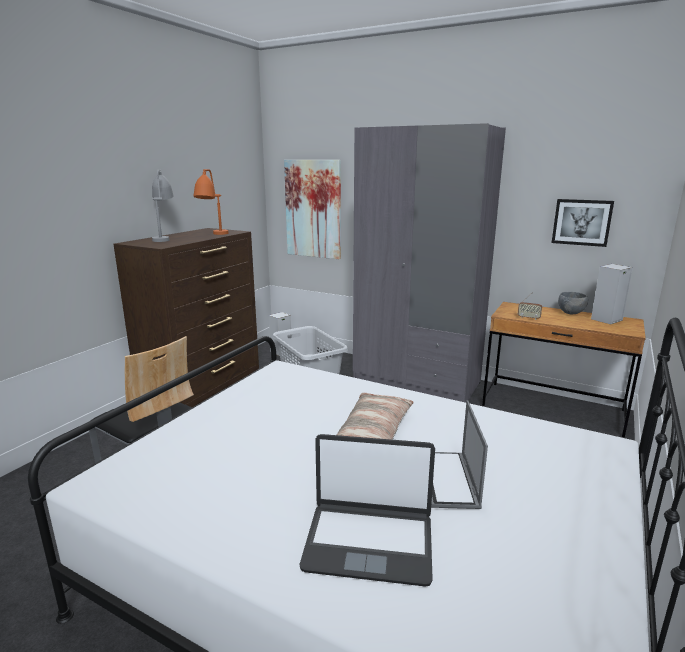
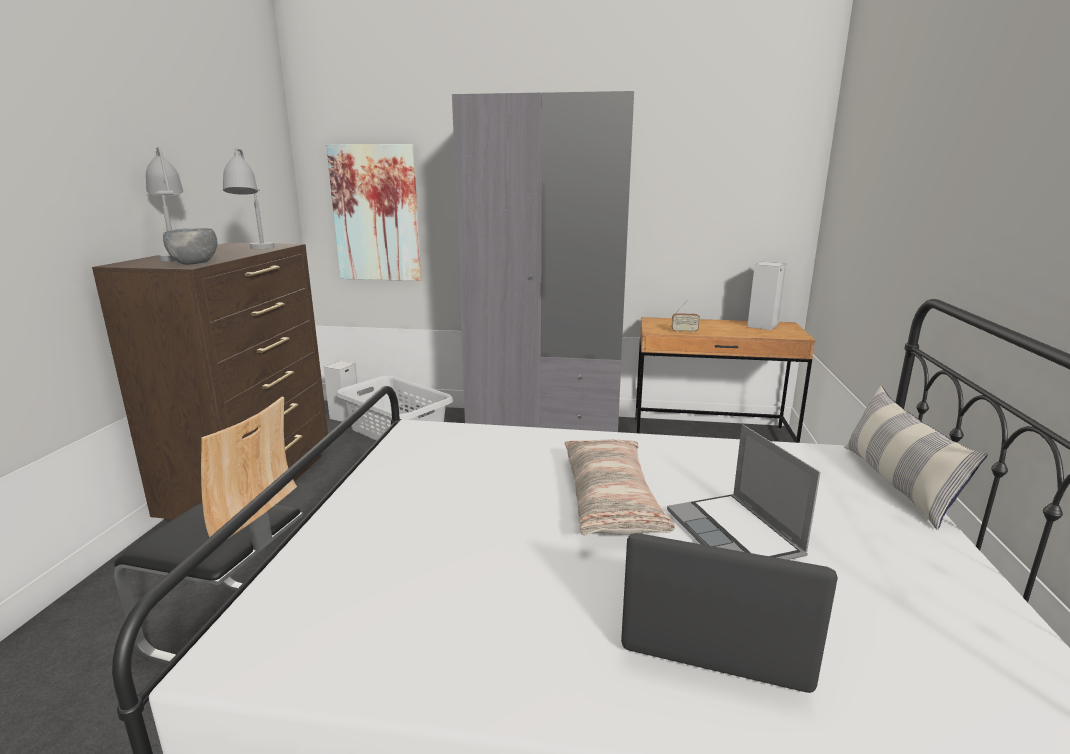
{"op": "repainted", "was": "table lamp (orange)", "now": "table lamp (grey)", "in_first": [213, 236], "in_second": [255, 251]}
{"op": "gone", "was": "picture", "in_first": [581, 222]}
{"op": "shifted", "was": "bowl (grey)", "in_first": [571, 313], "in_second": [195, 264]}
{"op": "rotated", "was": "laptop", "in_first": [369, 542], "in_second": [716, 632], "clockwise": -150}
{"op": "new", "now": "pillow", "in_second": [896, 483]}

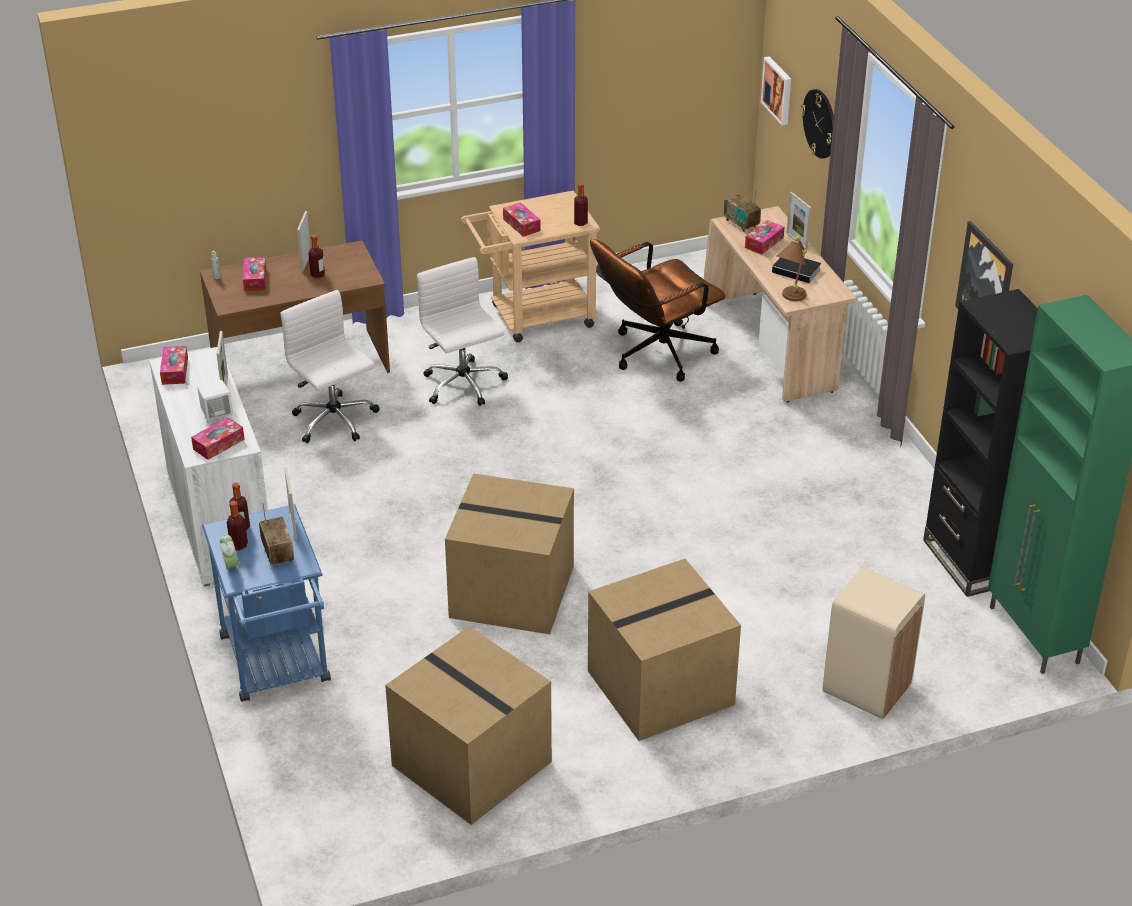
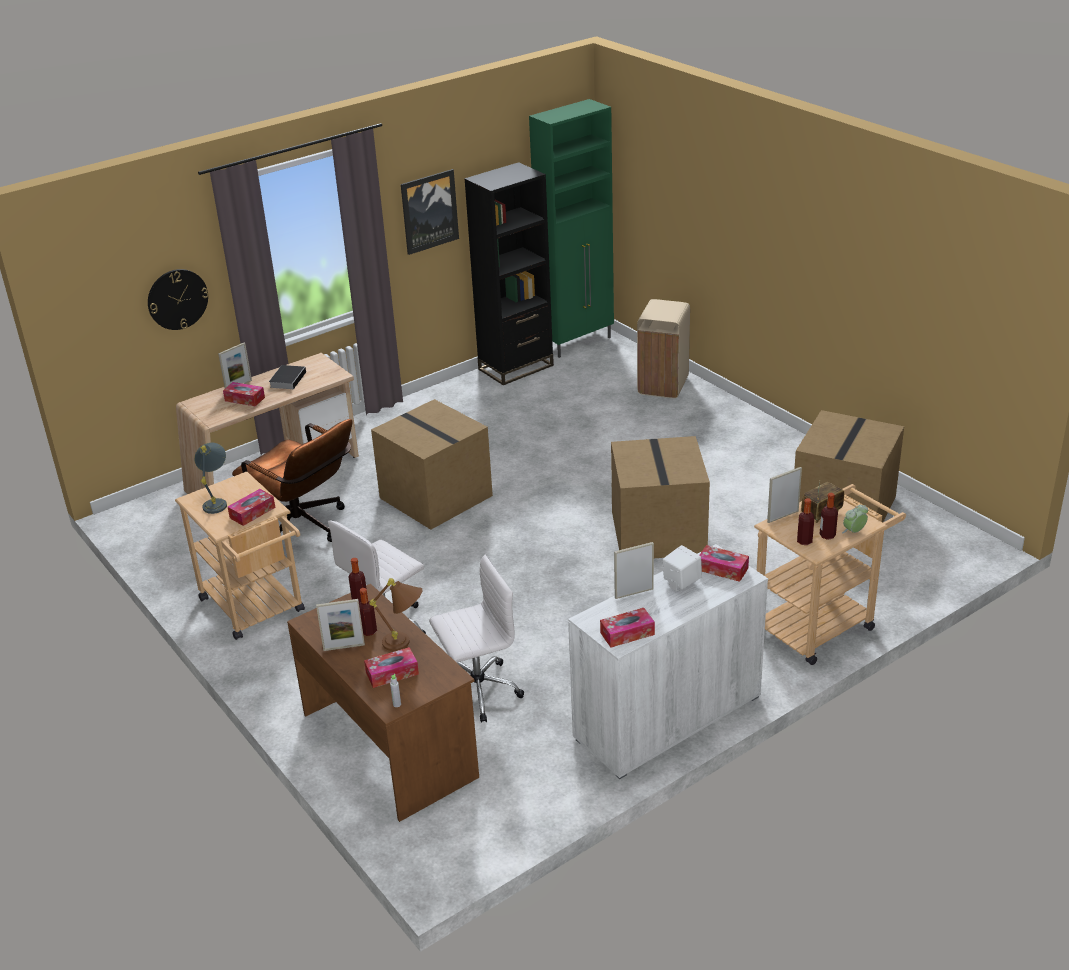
{"op": "gone", "was": "picture", "in_first": [778, 90]}
{"op": "shifted", "was": "bottle", "in_first": [580, 223], "in_second": [360, 600]}
{"op": "gone", "was": "radio", "in_first": [741, 223]}
{"op": "shifted", "was": "table lamp (brown)", "in_first": [790, 299], "in_second": [405, 644]}
{"op": "rotated", "was": "office chair (white)", "in_first": [335, 421], "in_second": [477, 690], "clockwise": -150}
{"op": "repainted", "was": "cart (blue)", "now": "cart (beige)", "in_first": [278, 666], "in_second": [821, 623]}
{"op": "shifted", "was": "cardboard box", "in_first": [659, 689], "in_second": [437, 497]}
{"op": "new", "now": "table lamp (grey)", "in_second": [217, 501]}

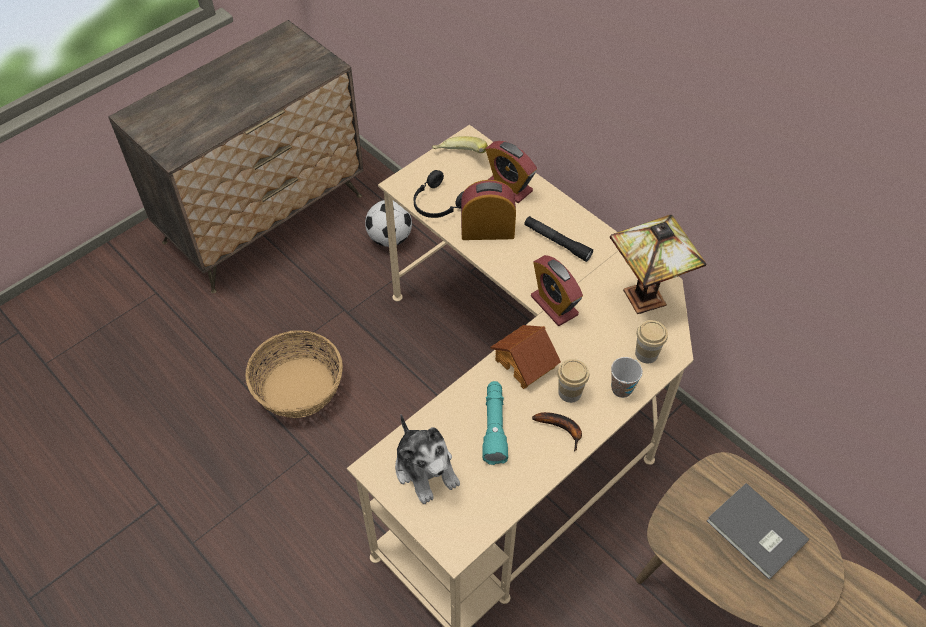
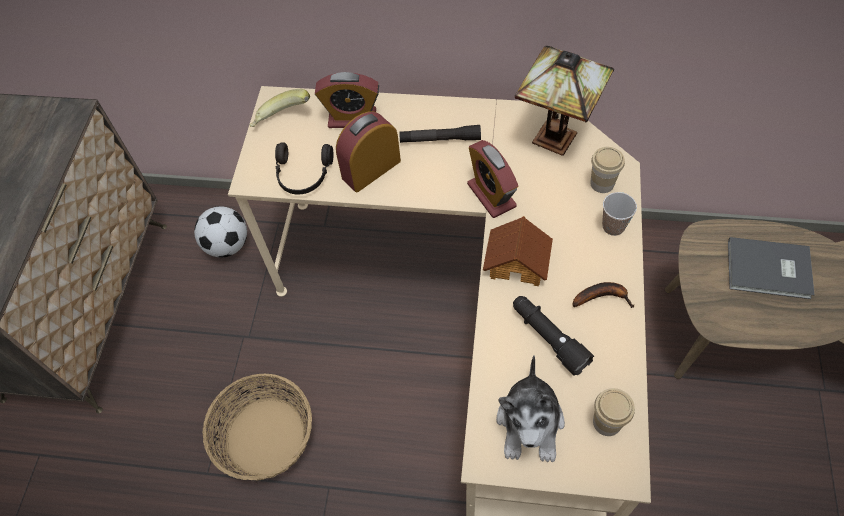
{"op": "rotated", "was": "alarm clock", "in_first": [554, 305], "in_second": [491, 195], "clockwise": 45}
{"op": "shifted", "was": "cup", "in_first": [570, 392], "in_second": [607, 422]}
{"op": "repainted", "was": "flashlight (turquoise)", "now": "flashlight (black)", "in_first": [494, 426], "in_second": [548, 338]}
{"op": "rotated", "was": "plush toy", "in_first": [426, 469], "in_second": [530, 423], "clockwise": 75}

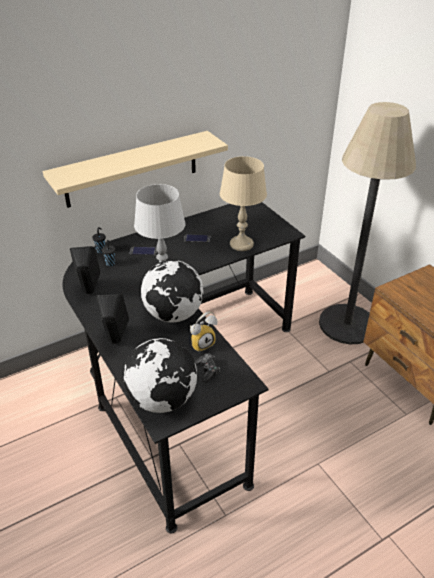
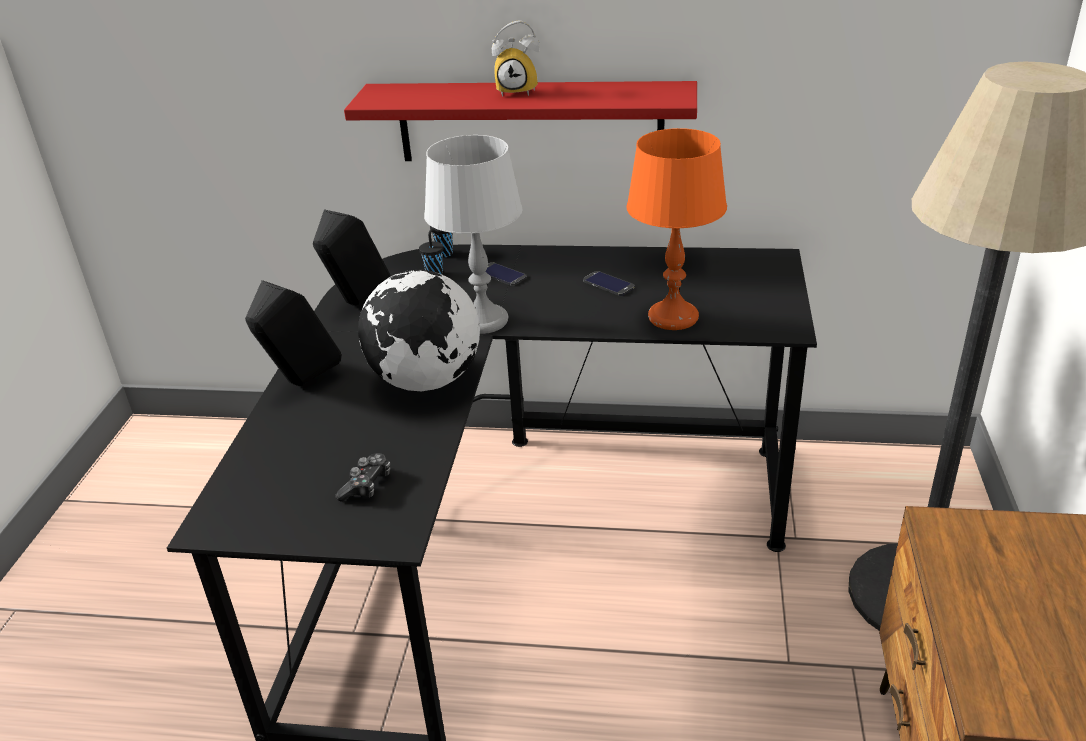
{"op": "repainted", "was": "shelf (beige)", "now": "shelf (red)", "in_first": [132, 169], "in_second": [530, 122]}
{"op": "repainted", "was": "table lamp (beige)", "now": "table lamp (orange)", "in_first": [241, 244], "in_second": [672, 317]}
{"op": "shifted", "was": "alarm clock", "in_first": [202, 343], "in_second": [519, 91]}
{"op": "gone", "was": "globe", "in_first": [163, 399]}

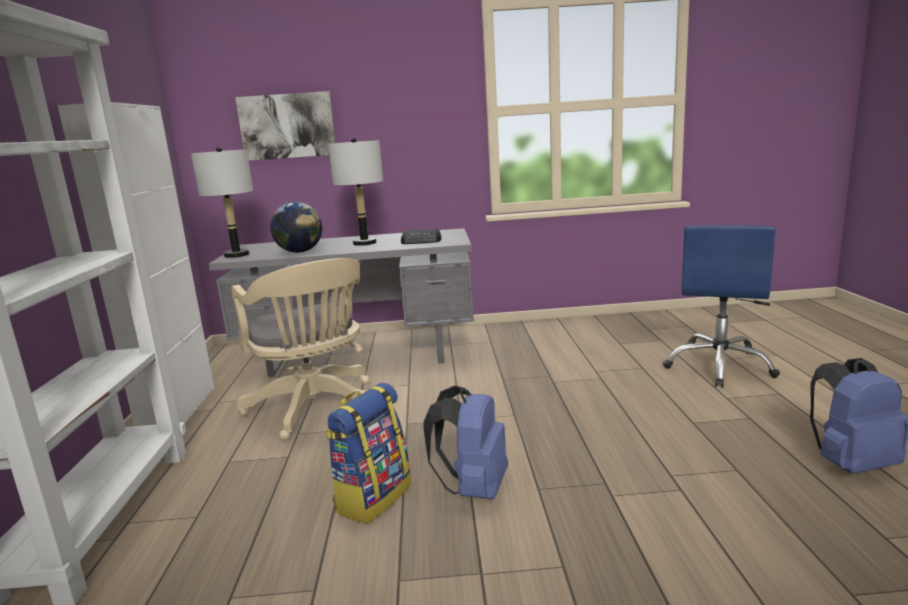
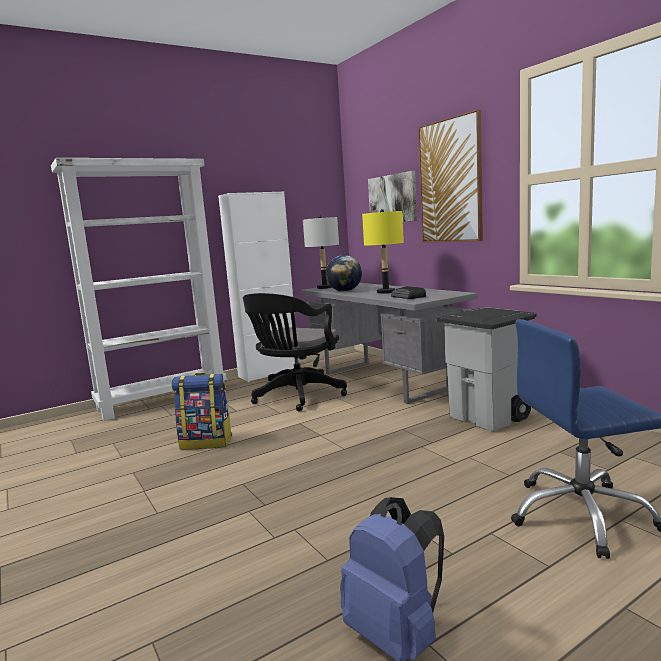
{"op": "repainted", "was": "table lamp (grey)", "now": "table lamp (yellow)", "in_first": [364, 243], "in_second": [386, 292]}
{"op": "repainted", "was": "office chair (beige)", "now": "office chair (black)", "in_first": [315, 409], "in_second": [296, 397]}
{"op": "gone", "was": "backpack (blue)", "in_first": [473, 489]}
{"op": "new", "now": "picture", "in_second": [451, 181]}
{"op": "new", "now": "trash can (grey)", "in_second": [489, 417]}

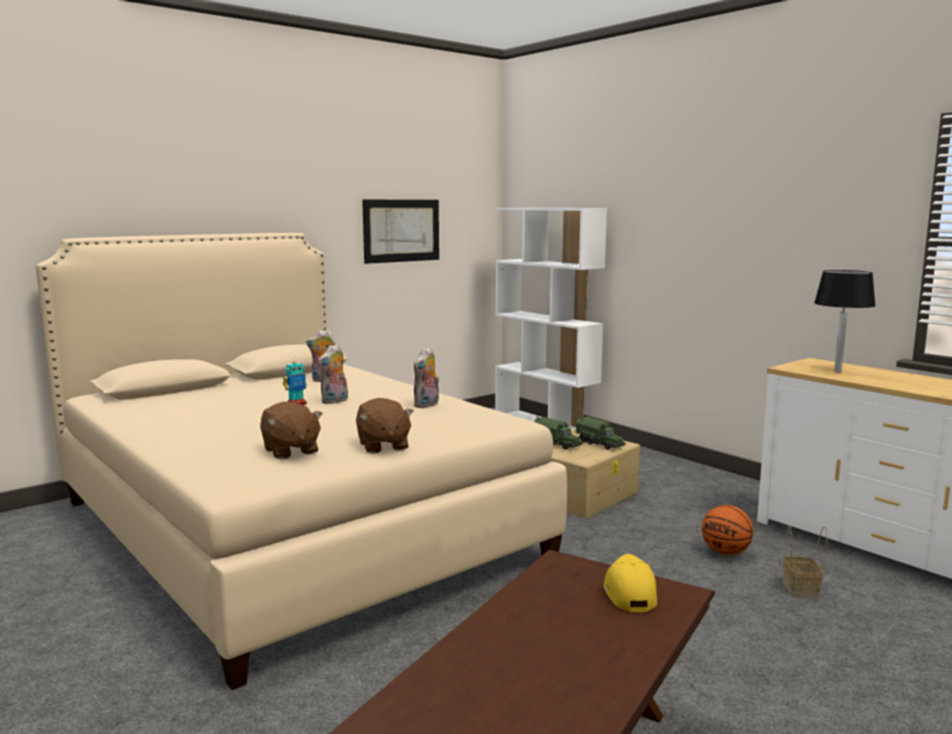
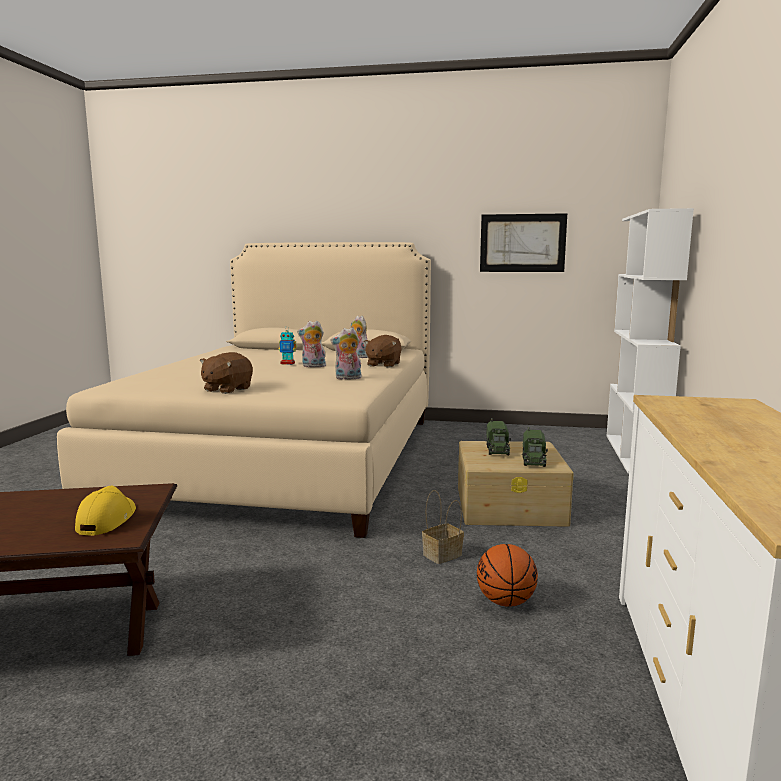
{"op": "gone", "was": "table lamp (black)", "in_first": [837, 372]}
{"op": "shifted", "was": "plush toy (brown)", "in_first": [290, 451], "in_second": [383, 365]}
{"op": "shifted", "was": "basket", "in_first": [801, 590], "in_second": [442, 555]}
{"op": "rotated", "was": "cap (yellow)", "in_first": [628, 593], "in_second": [106, 520], "clockwise": -45}

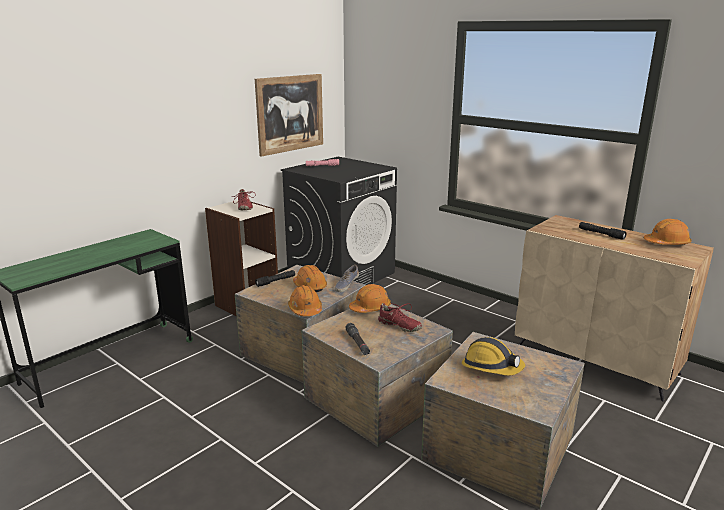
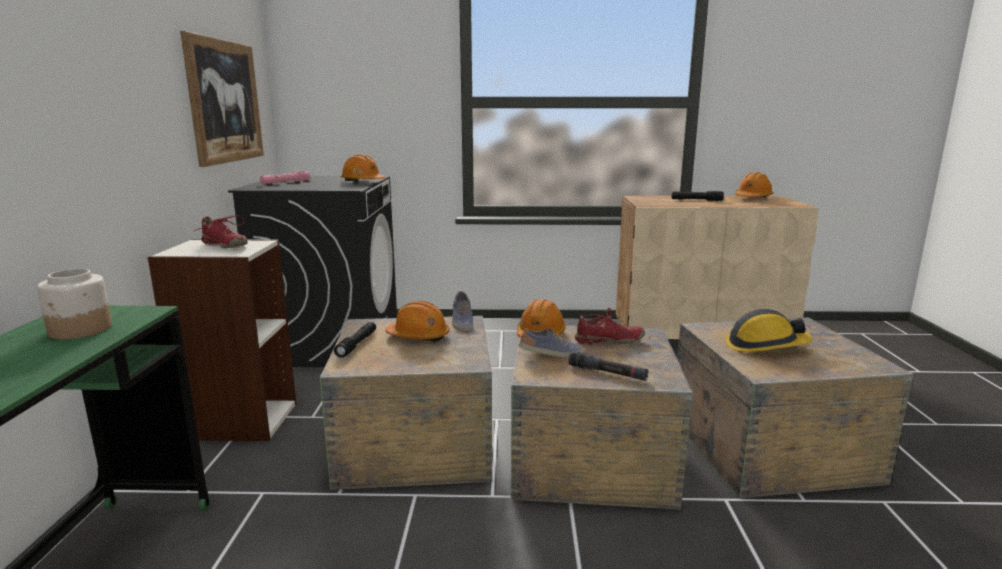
{"op": "shifted", "was": "hard hat (orange)", "in_first": [305, 310], "in_second": [362, 182]}
{"op": "new", "now": "jar", "in_second": [80, 330]}
{"op": "new", "now": "shoe", "in_second": [551, 355]}

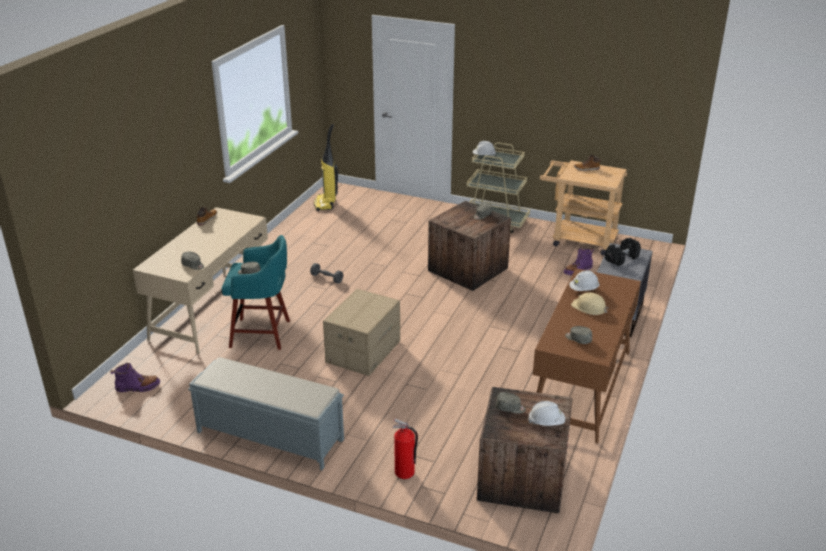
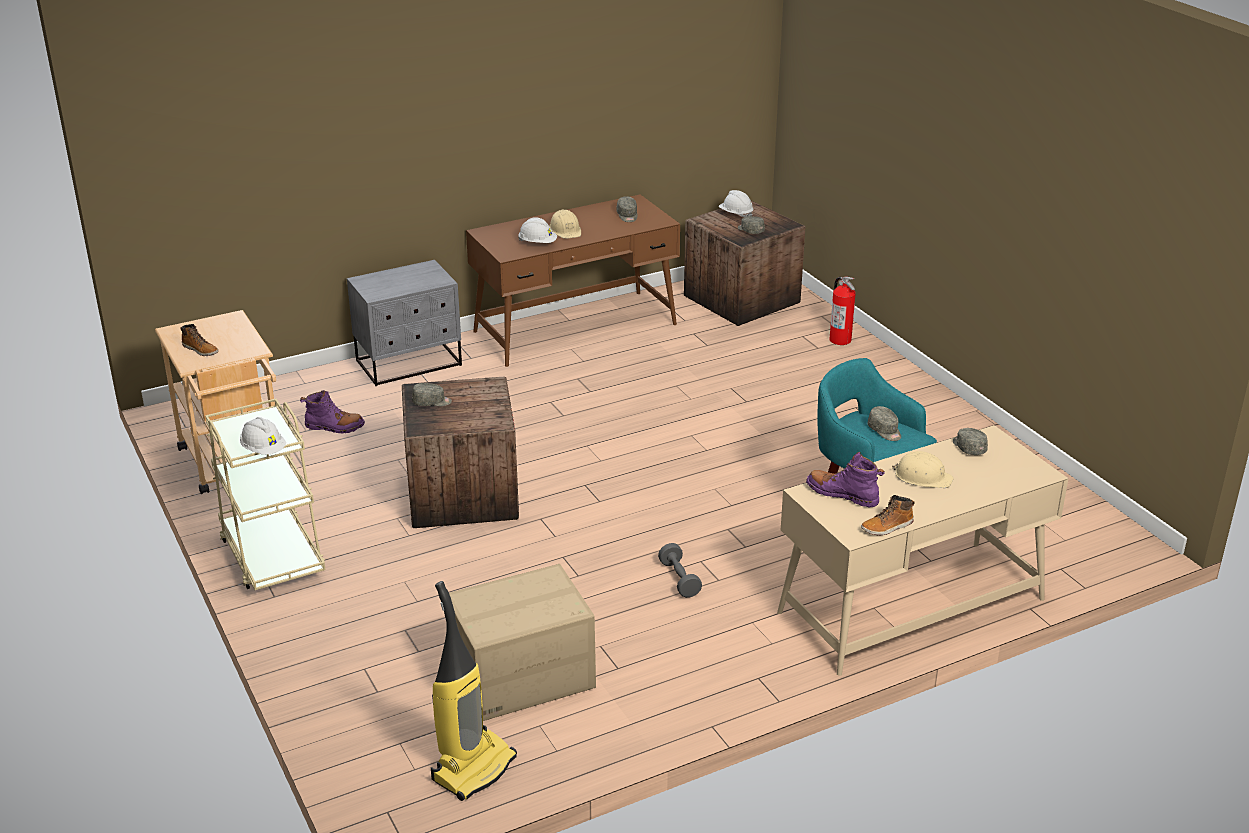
{"op": "gone", "was": "dumbbell (black)", "in_first": [621, 258]}
{"op": "shifted", "was": "cardboard box", "in_first": [363, 351], "in_second": [522, 677]}
{"op": "gone", "was": "bench (grey)", "in_first": [269, 435]}
{"op": "shifted", "was": "boot (purple)", "in_first": [138, 387], "in_second": [842, 494]}
{"op": "new", "now": "hard hat (beige)", "in_second": [922, 477]}

